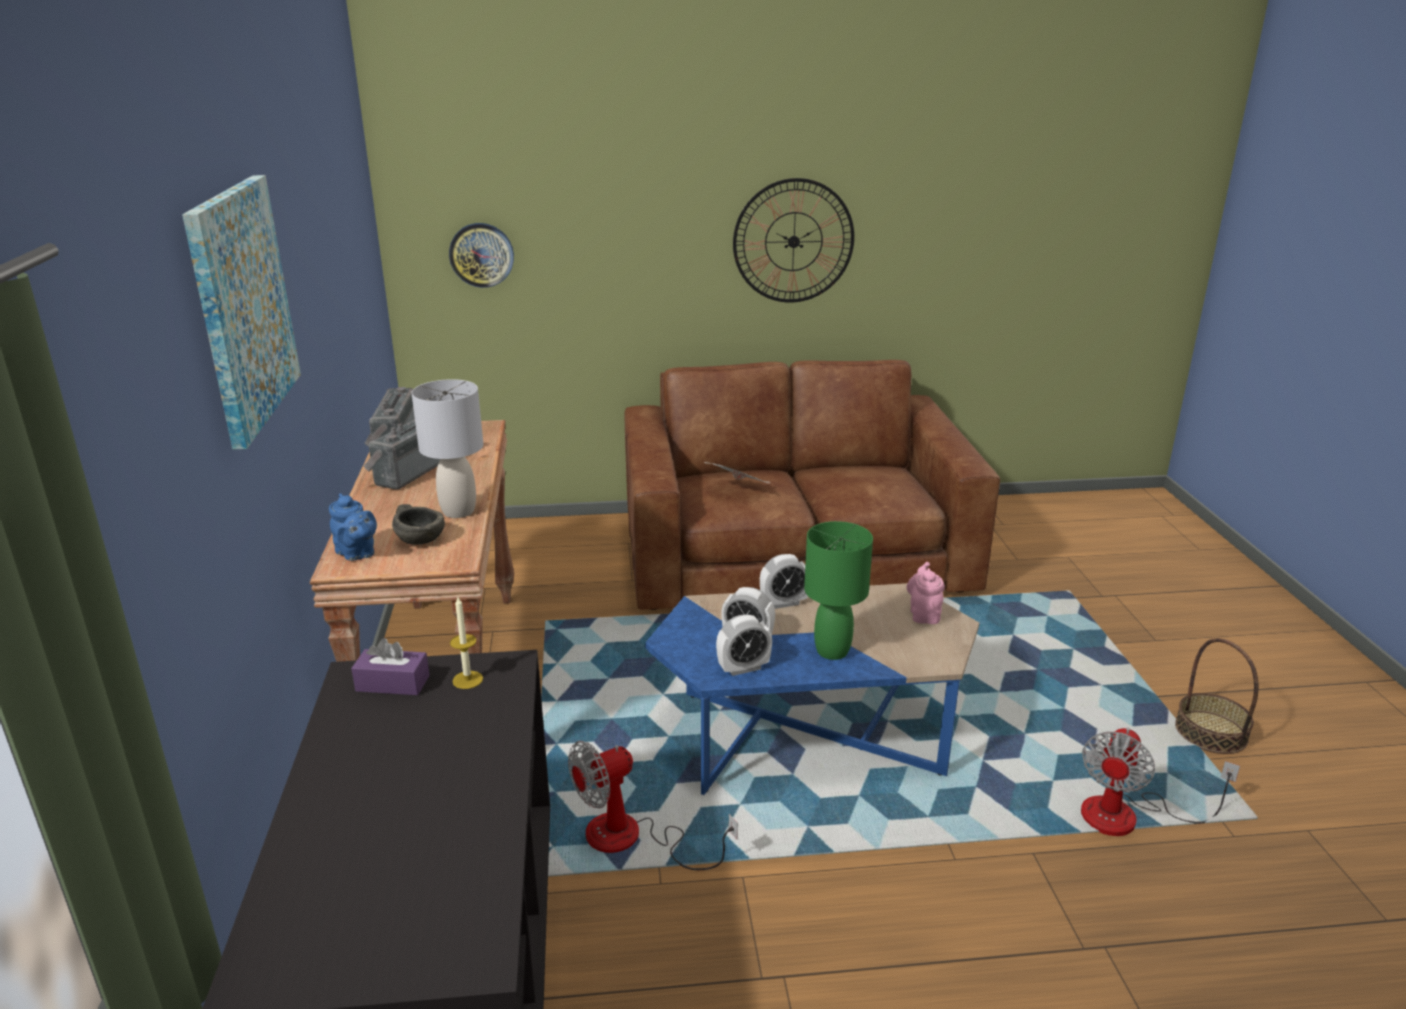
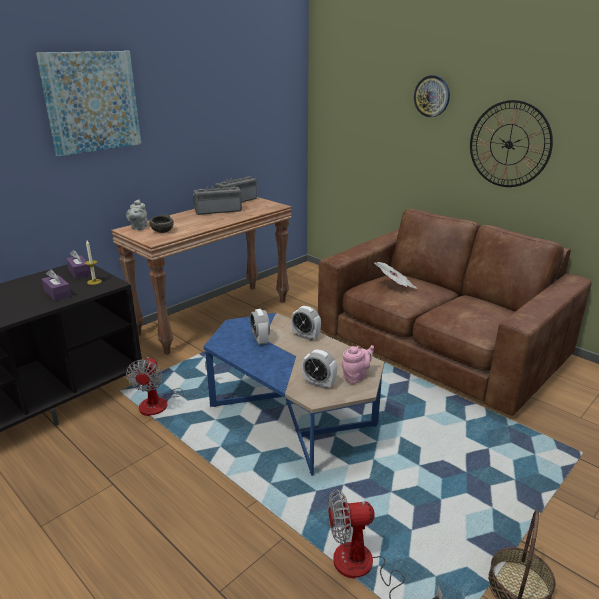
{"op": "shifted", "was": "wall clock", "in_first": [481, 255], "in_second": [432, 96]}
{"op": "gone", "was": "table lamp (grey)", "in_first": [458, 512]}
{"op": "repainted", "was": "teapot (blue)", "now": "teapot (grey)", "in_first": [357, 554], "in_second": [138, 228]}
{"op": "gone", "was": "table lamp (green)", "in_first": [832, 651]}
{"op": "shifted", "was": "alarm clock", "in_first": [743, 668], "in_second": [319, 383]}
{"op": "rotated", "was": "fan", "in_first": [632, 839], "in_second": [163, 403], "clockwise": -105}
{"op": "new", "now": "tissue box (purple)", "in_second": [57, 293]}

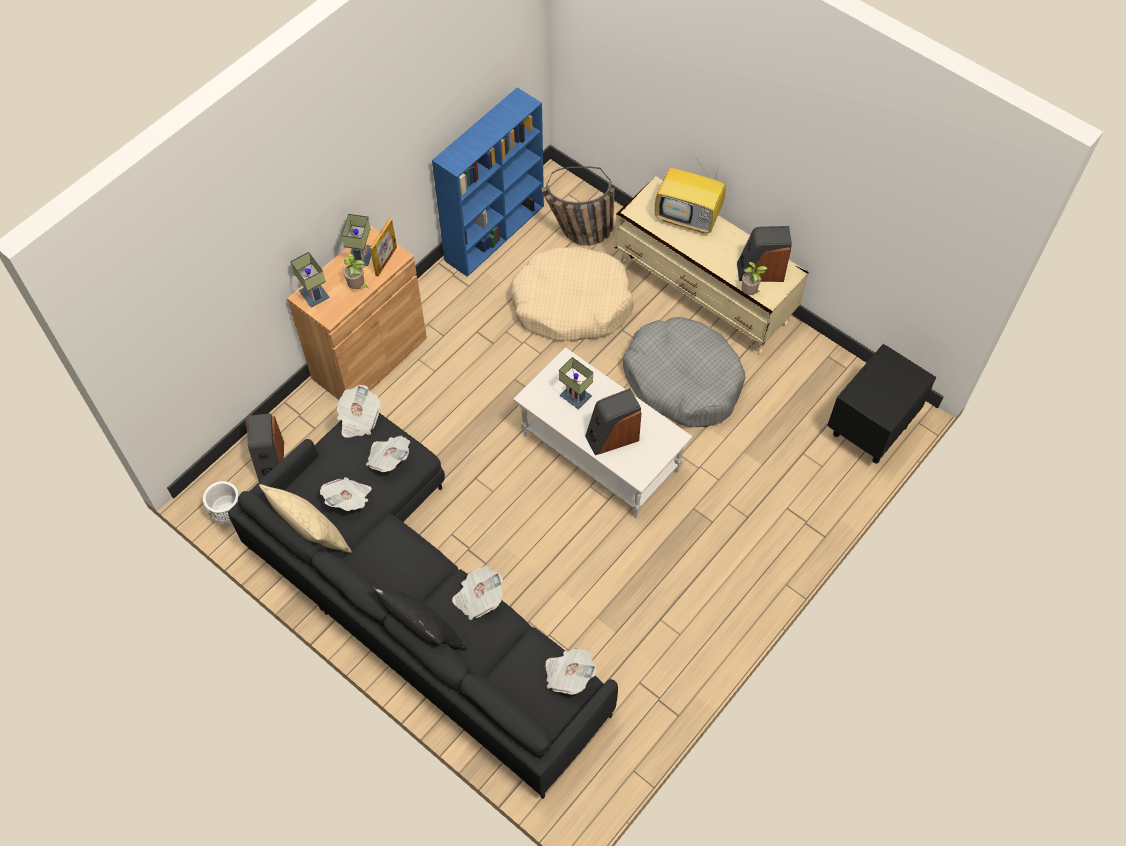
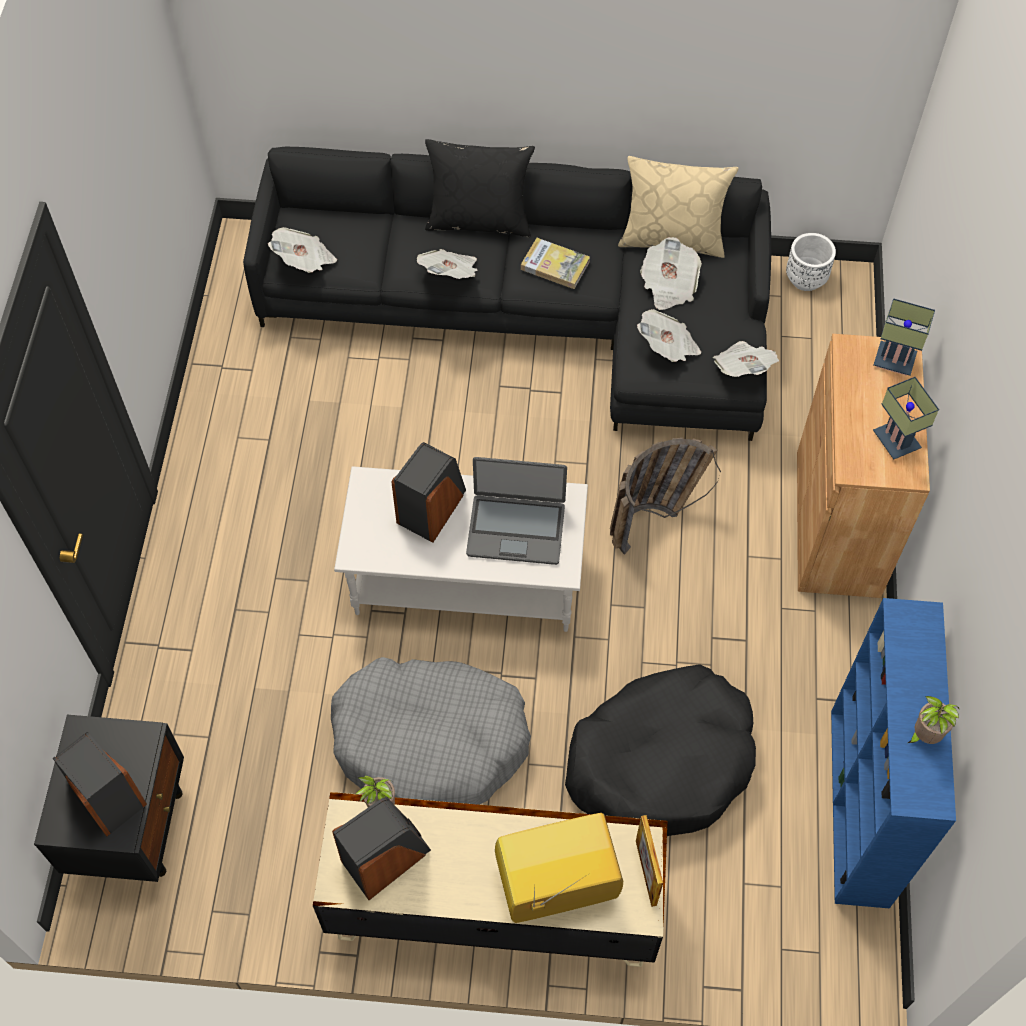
{"op": "shifted", "was": "basket", "in_first": [577, 234], "in_second": [654, 518]}
{"op": "shifted", "was": "picture frame", "in_first": [386, 261], "in_second": [646, 873]}
{"op": "repainted", "was": "dog bed (beige)", "now": "dog bed (black)", "in_first": [571, 304], "in_second": [661, 761]}
{"op": "shifted", "was": "potted plant", "in_first": [358, 287], "in_second": [924, 735]}
{"op": "swapped", "was": "table lamp", "now": "laptop", "in_first": [574, 397], "in_second": [516, 529]}
{"op": "shifted", "was": "speaker", "in_first": [270, 462], "in_second": [105, 794]}
{"op": "new", "now": "book", "in_second": [555, 265]}

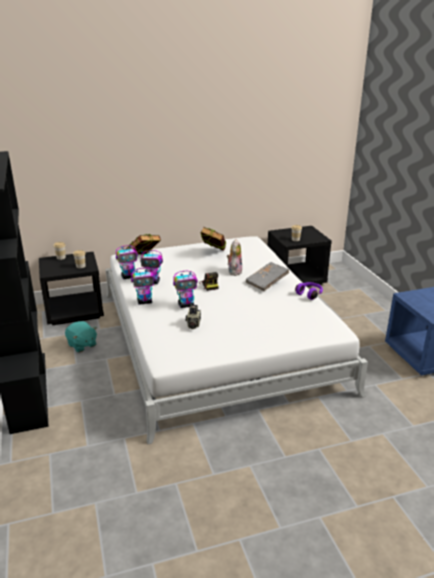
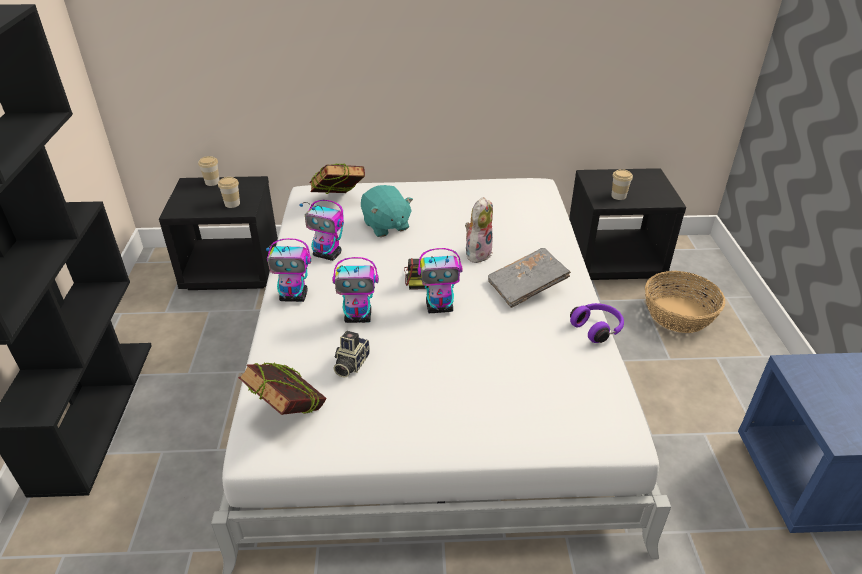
{"op": "shifted", "was": "book", "in_first": [213, 252], "in_second": [289, 415]}
{"op": "shifted", "was": "toy robot", "in_first": [128, 277], "in_second": [440, 307]}
{"op": "shifted", "was": "plush toy (turquoise)", "in_first": [82, 345], "in_second": [386, 226]}
{"op": "new", "now": "basket", "in_second": [678, 314]}

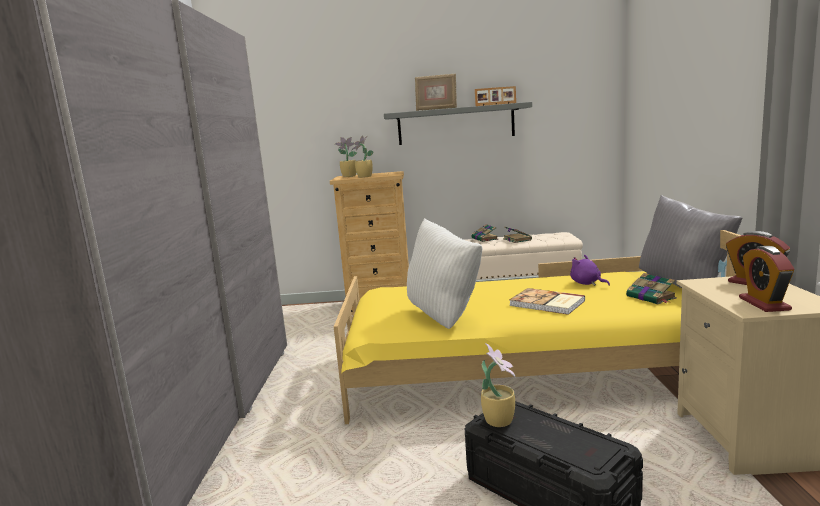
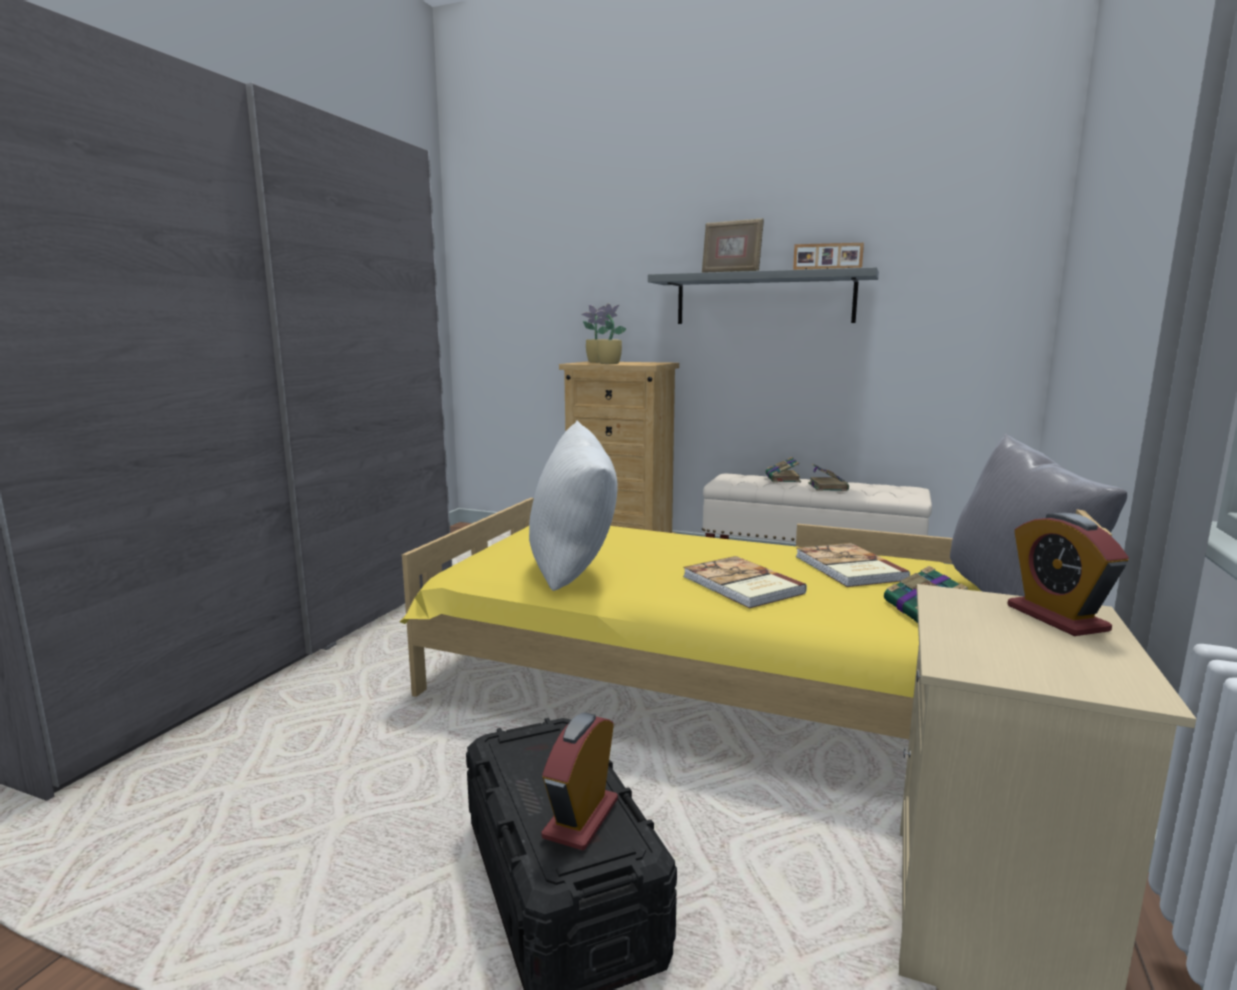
{"op": "shifted", "was": "alarm clock", "in_first": [764, 304], "in_second": [581, 818]}
{"op": "swapped", "was": "plush toy (purple)", "now": "book", "in_first": [587, 283], "in_second": [848, 568]}
{"op": "gone", "was": "potted plant", "in_first": [499, 420]}

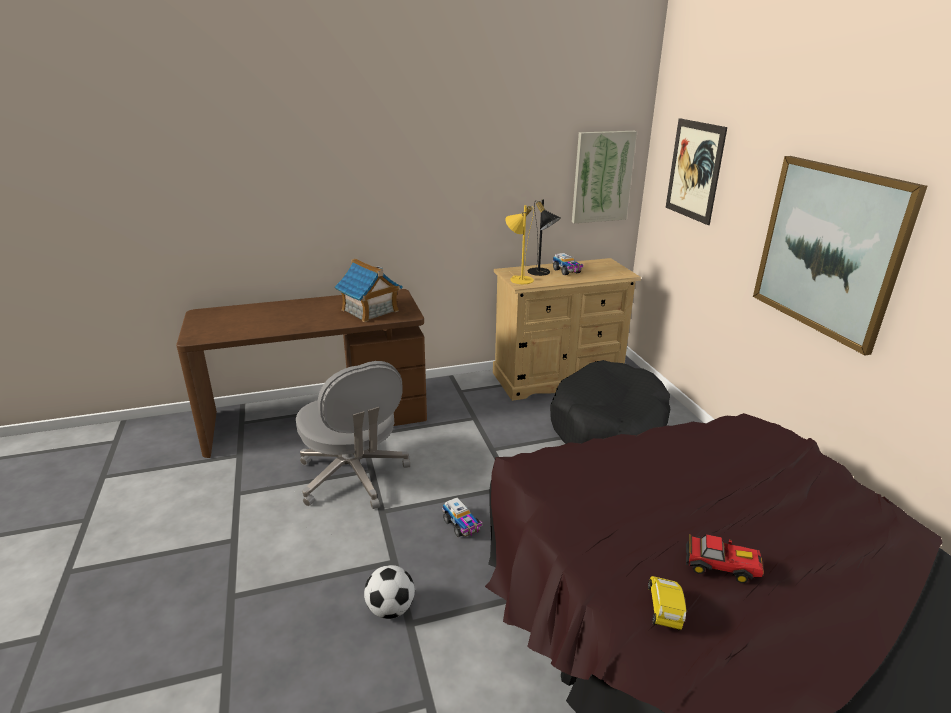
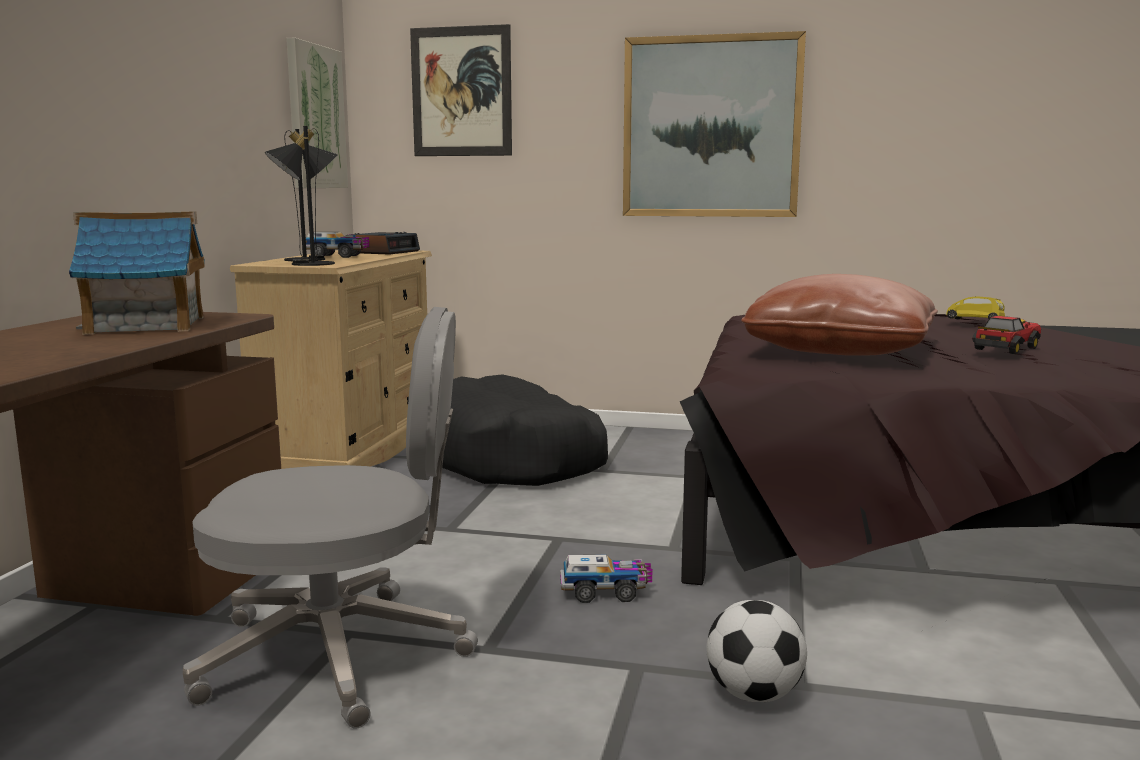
{"op": "repainted", "was": "table lamp (yellow)", "now": "table lamp (black)", "in_first": [518, 278], "in_second": [304, 264]}
{"op": "shifted", "was": "toy car (yellow)", "in_first": [665, 609], "in_second": [975, 322]}
{"op": "new", "now": "alarm clock", "in_second": [382, 252]}
{"op": "new", "now": "pillow (brown)", "in_second": [839, 351]}

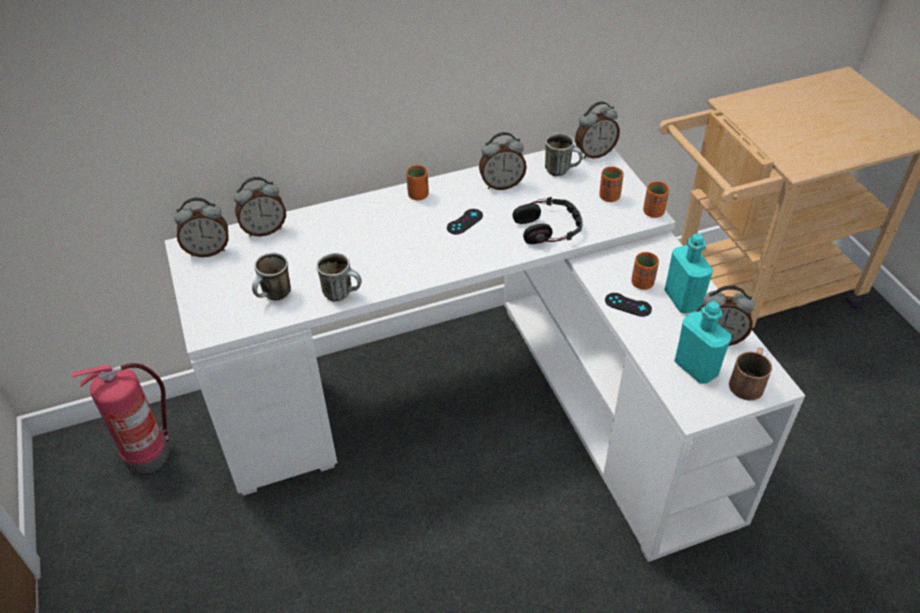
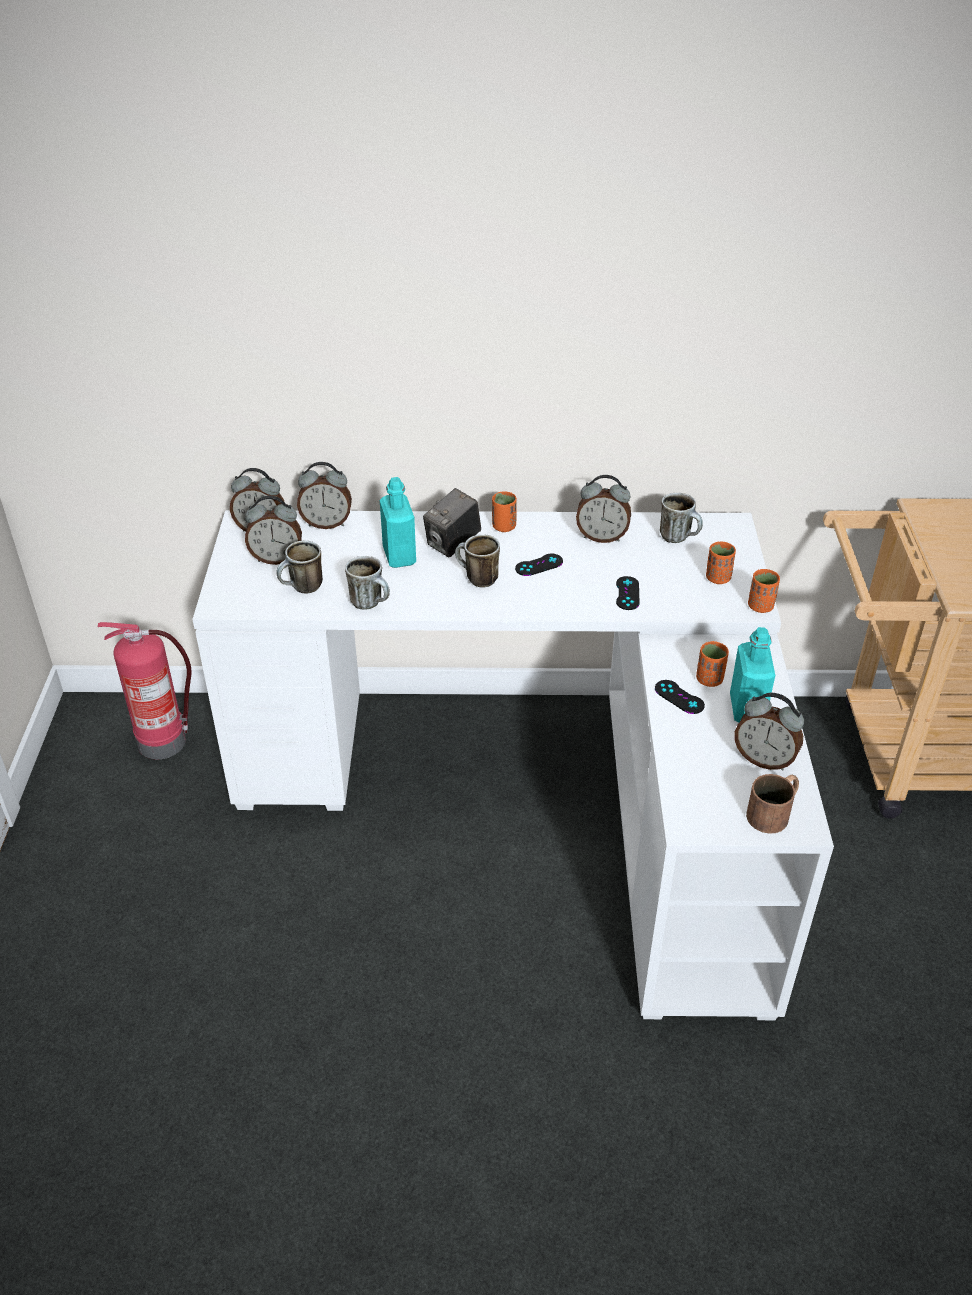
{"op": "shifted", "was": "alarm clock", "in_first": [594, 153], "in_second": [276, 558]}
{"op": "swapped", "was": "headphones", "now": "game controller (black)", "in_first": [547, 228], "in_second": [627, 593]}
{"op": "shifted", "was": "bottle (turquoise)", "in_first": [696, 368], "in_second": [399, 556]}
{"op": "new", "now": "photo camera", "in_second": [453, 544]}
{"op": "new", "now": "mug", "in_second": [476, 579]}

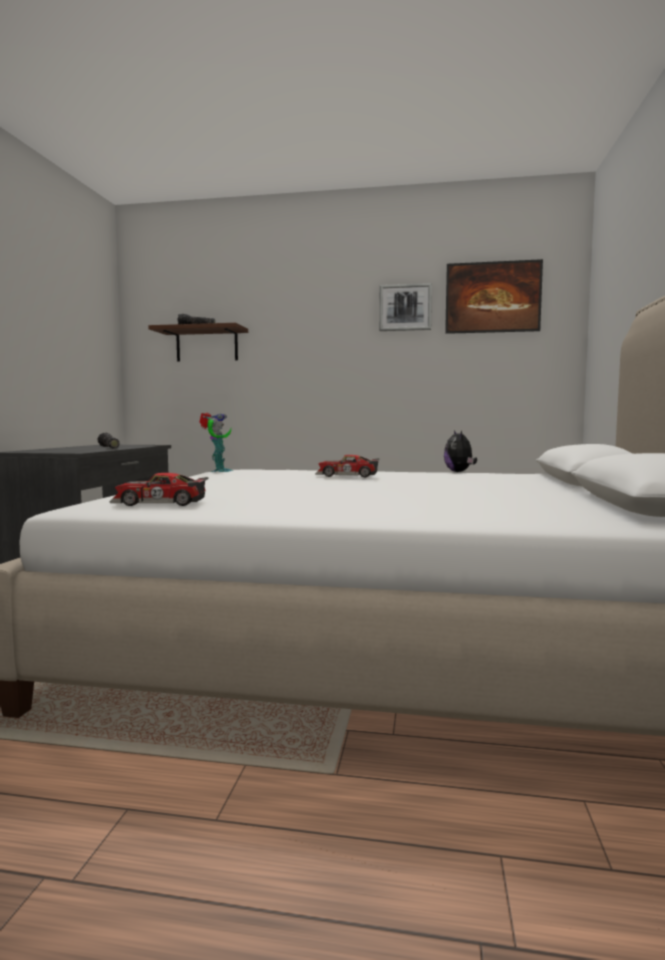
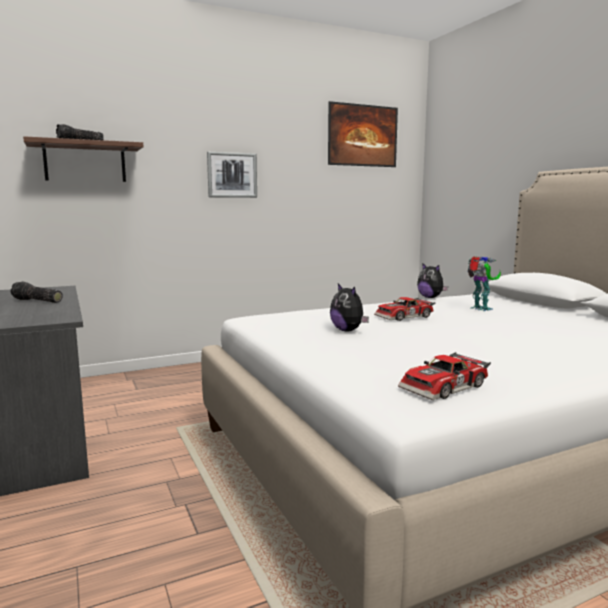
{"op": "shifted", "was": "picture", "in_first": [405, 307], "in_second": [232, 175]}
{"op": "shifted", "was": "toy robot", "in_first": [218, 471], "in_second": [480, 309]}
{"op": "new", "now": "plush toy", "in_second": [348, 330]}

